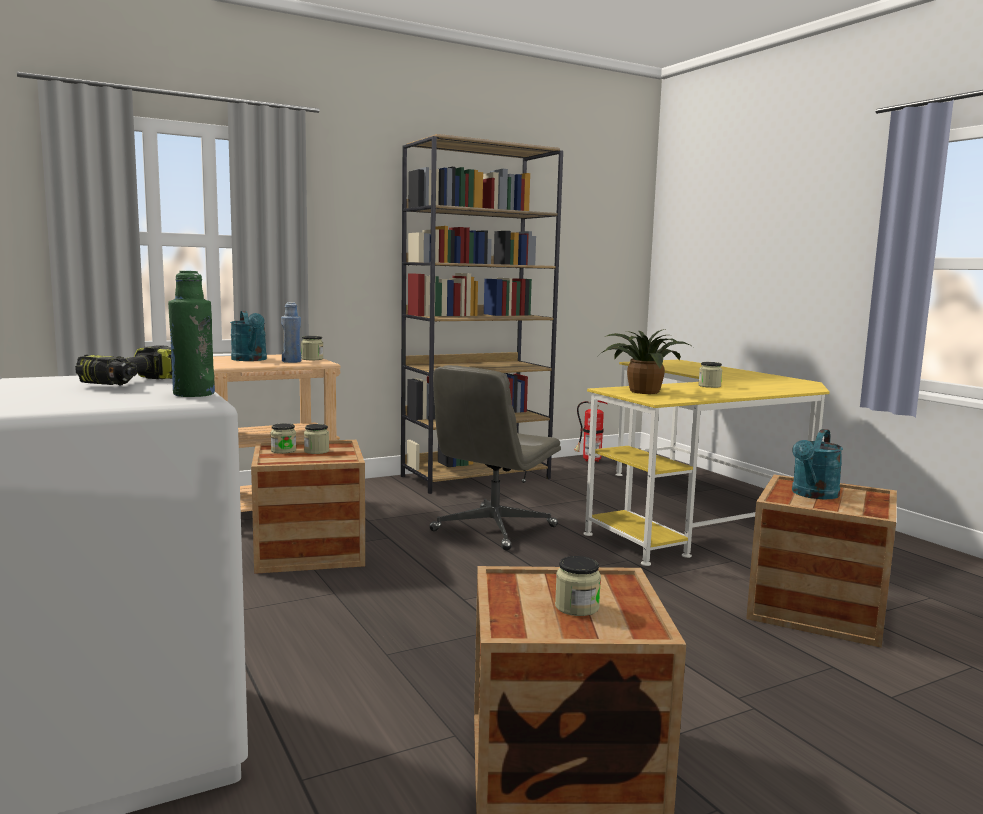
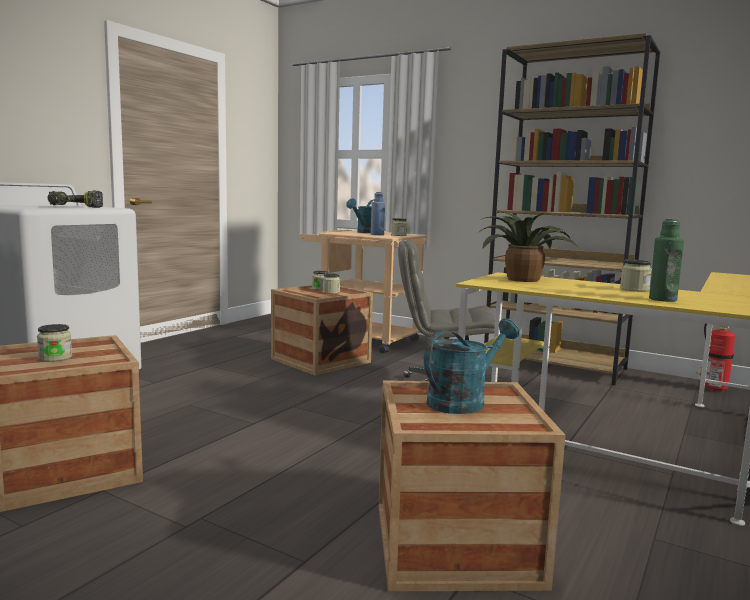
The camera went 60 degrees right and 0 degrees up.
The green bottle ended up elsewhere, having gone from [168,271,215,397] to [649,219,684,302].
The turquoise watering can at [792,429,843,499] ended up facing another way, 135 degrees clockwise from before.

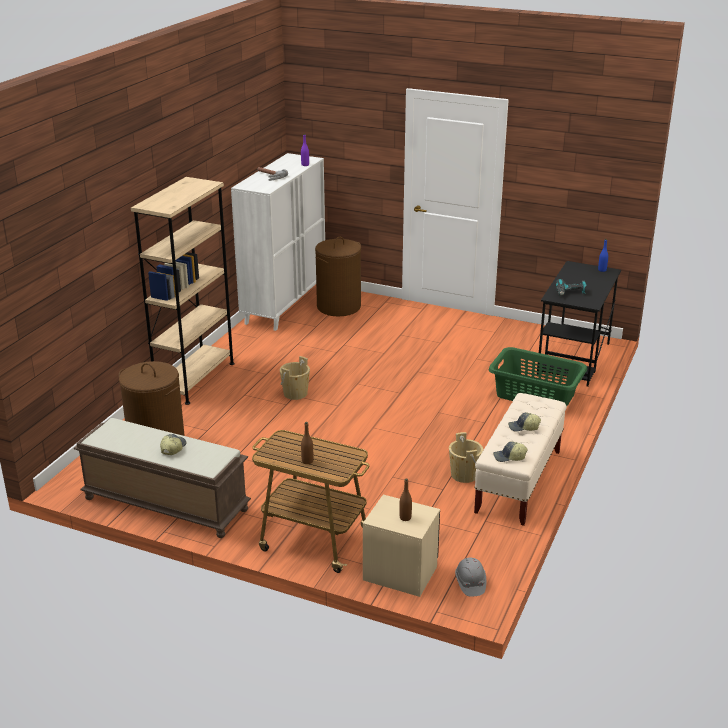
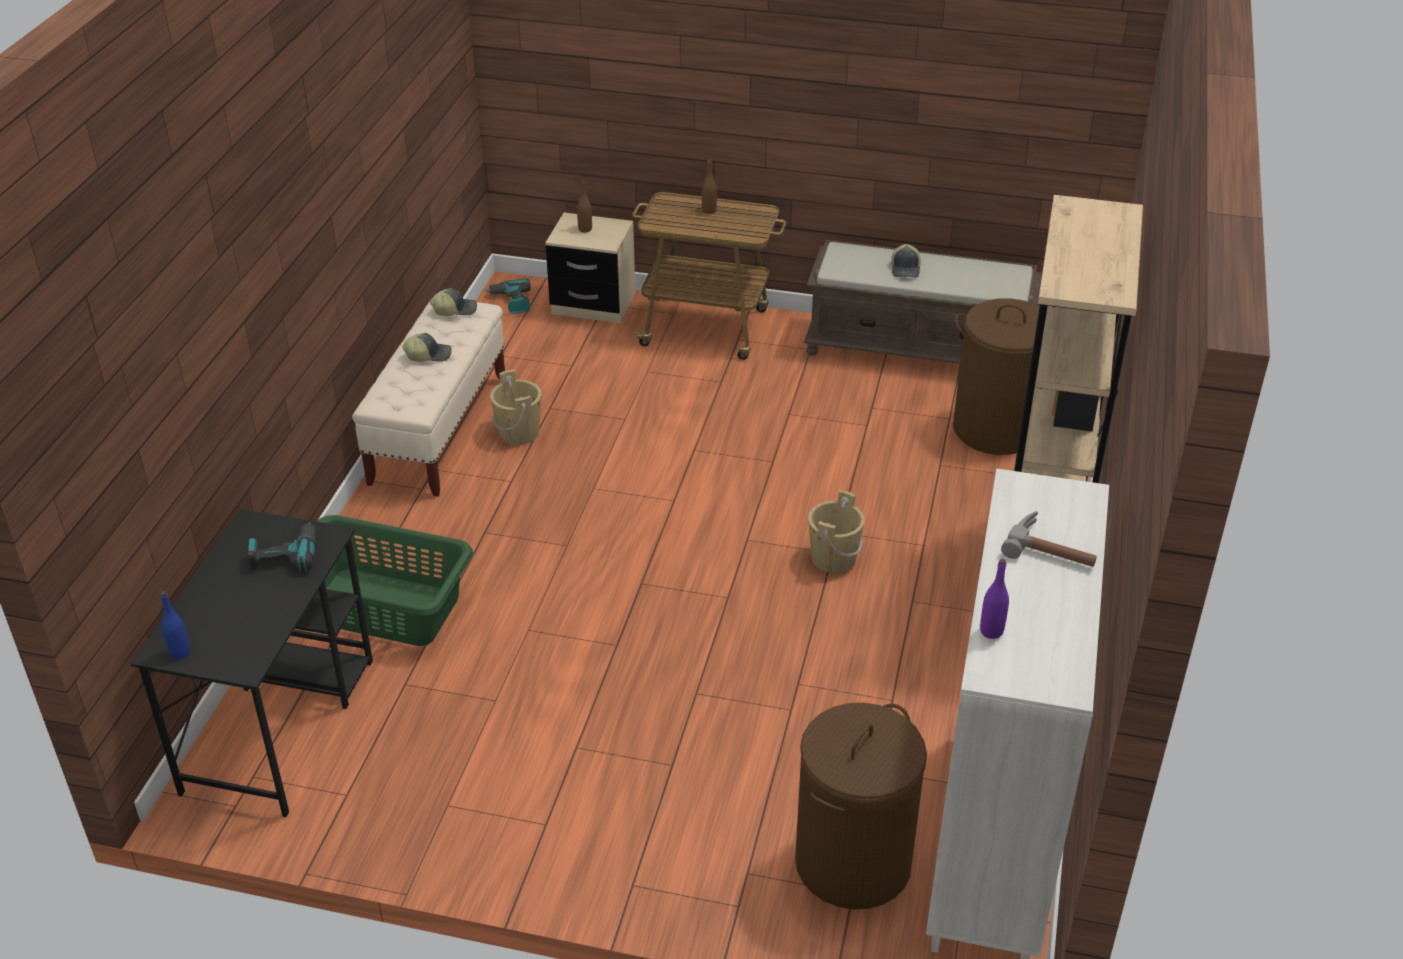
The camera went 170 degrees right and 10 degrees up.
Where the grey hard hat stood at [455,557,486,597], the power drill came to stand at [484,279,531,314].

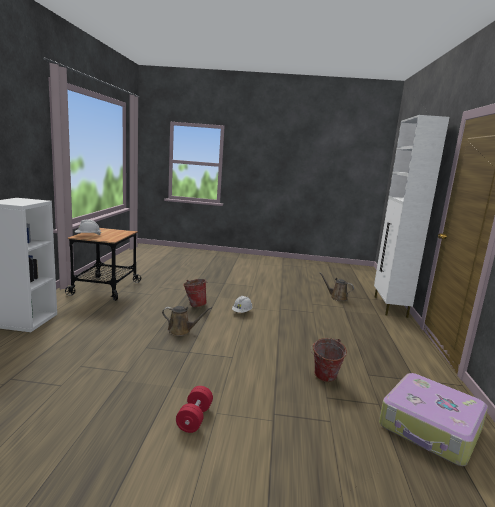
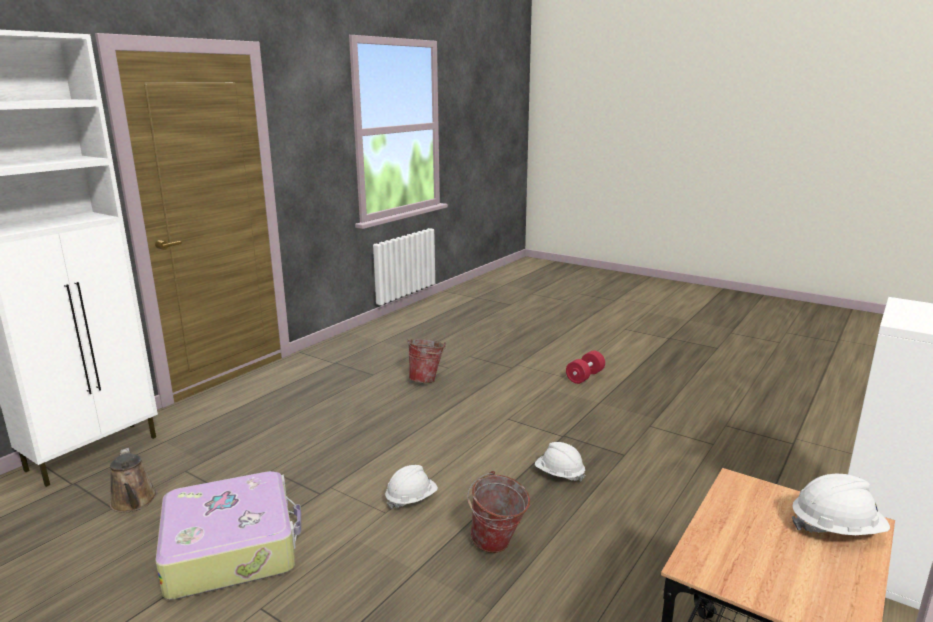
The camera went 150 degrees left and 5 degrees up.
Where the brown watering can stood at [162,306,212,336], the white hard hat came to stand at [535,442,585,482].
The suitcase ended up elsewhere, having gone from [379,373,488,466] to [155,471,301,600].

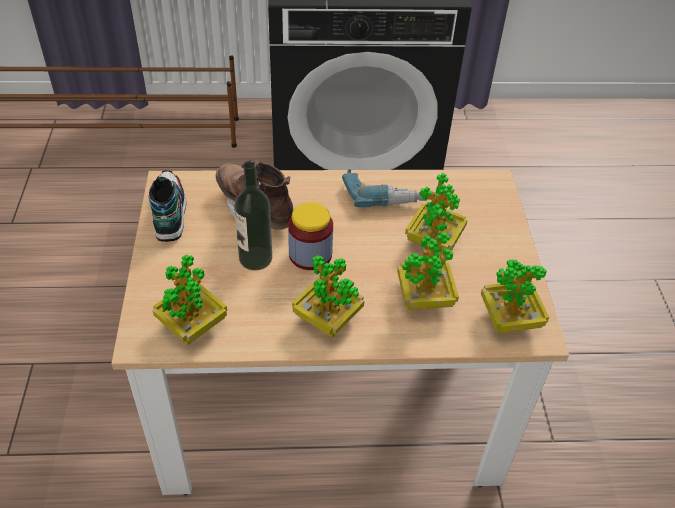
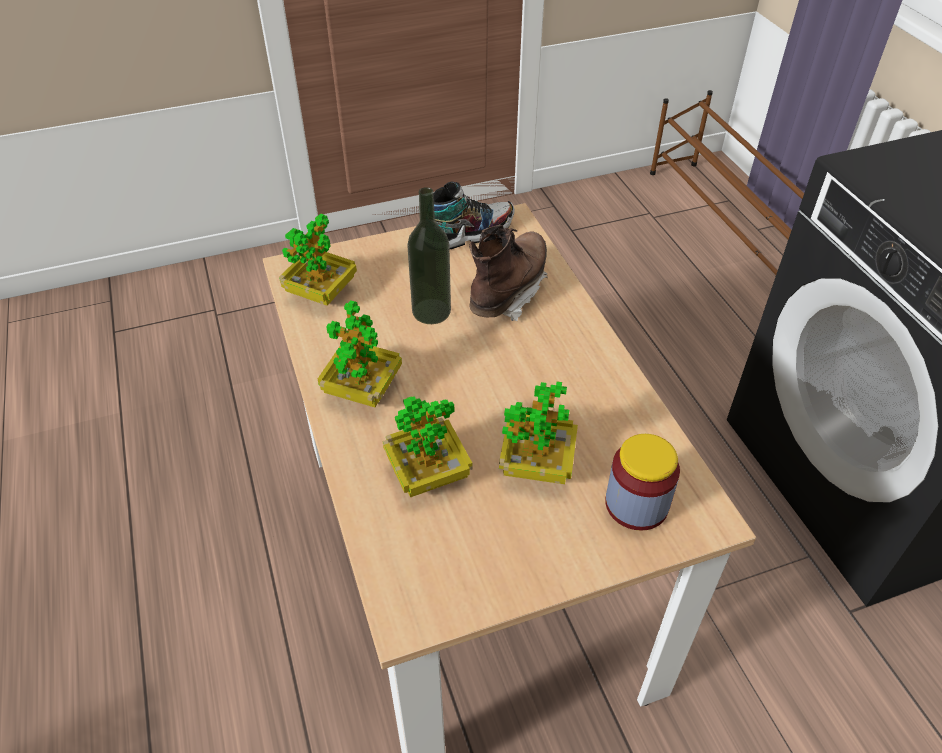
The camera went 75 degrees right and 0 degrees up.
The second view lost the power drill at [342,169,429,207].
The jar ended up elsewhere, having gone from [288,202,333,270] to [605,434,680,531].
The second view lost the potted plant at [481,259,549,334].

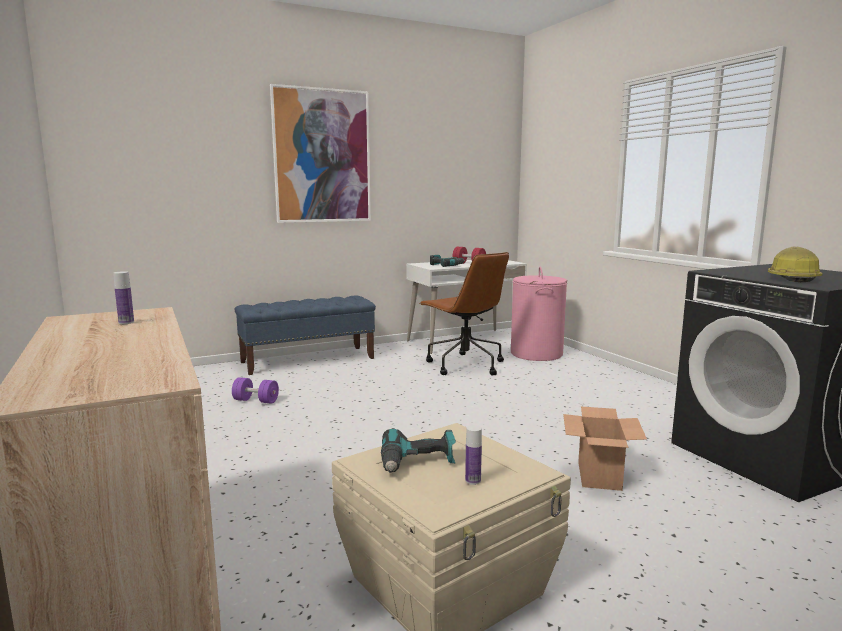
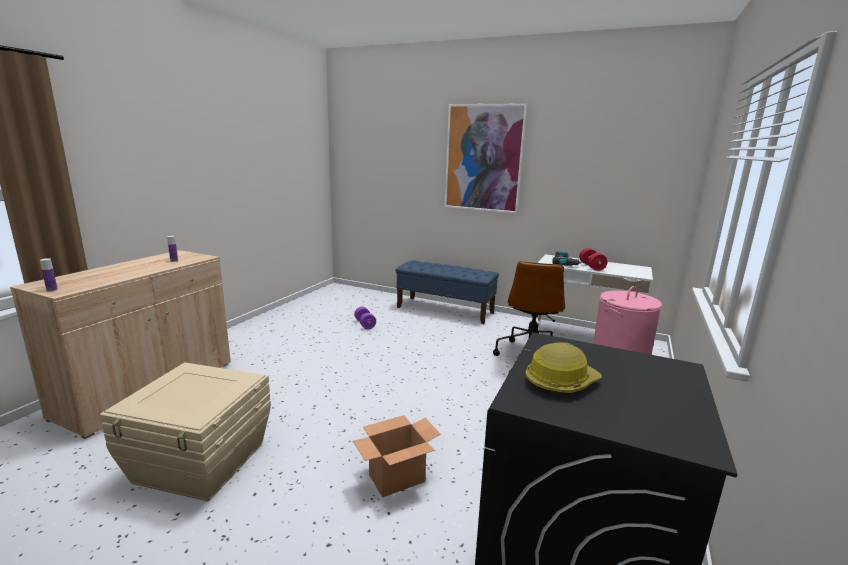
The camera went 50 degrees right and 5 degrees up.
The bottle ended up elsewhere, having gone from [465,425,482,485] to [40,258,58,292].
The second view lost the power drill at [381,428,456,472].

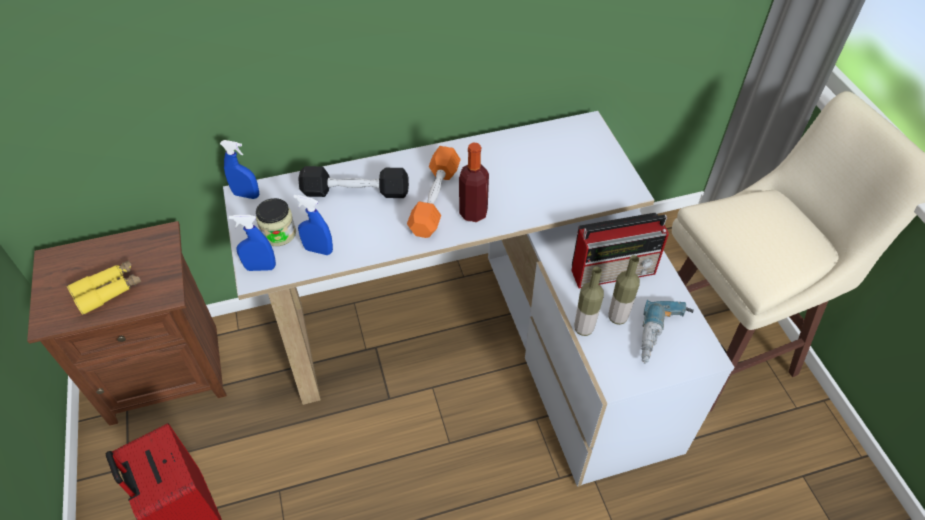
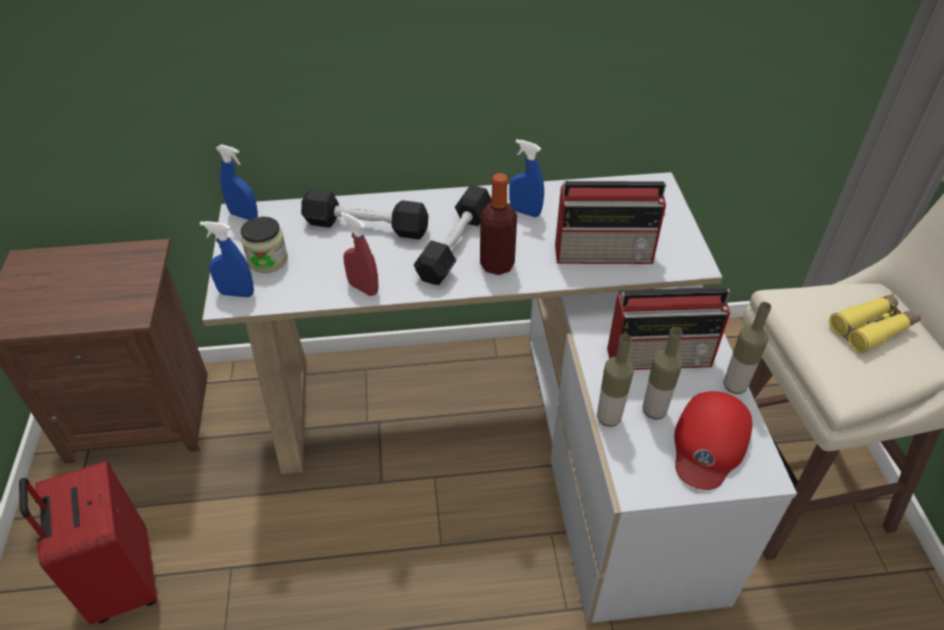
The camera went 10 degrees right and 5 degrees down.
What was the orange dumbbell at [407,146,461,238] turned into the black dumbbell at [414,185,491,285].
The blue spray bottle ended up elsewhere, having gone from [294,195,333,255] to [509,139,544,217].
The yellow binoculars ended up elsewhere, having gone from [67,260,141,315] to [829,294,921,353].
Where the power drill stood at [641,300,694,364], the red cap came to stand at [674,391,752,490].
The second view gained the radio at [555,181,666,264].
The second view gained the red spray bottle at [341,212,378,296].
The second view gained the bottle at [724,302,771,394].

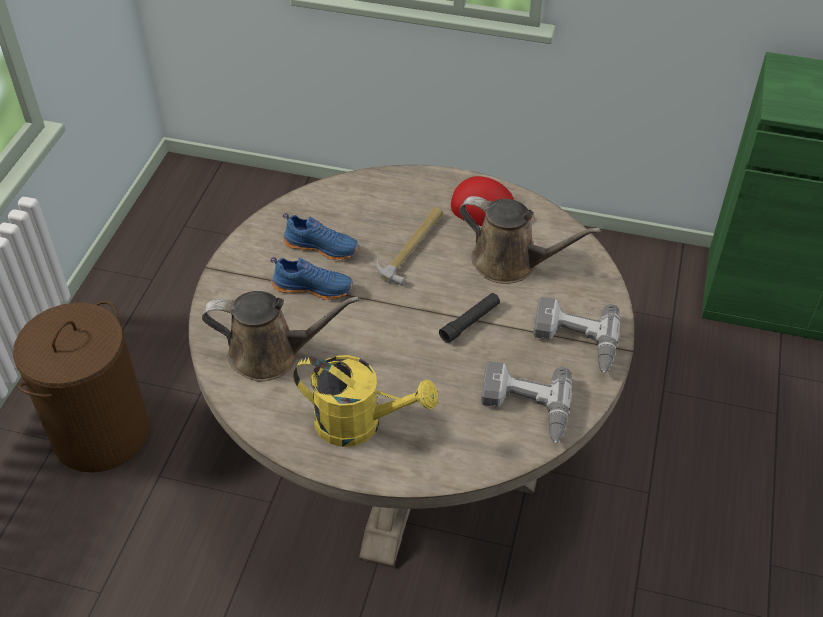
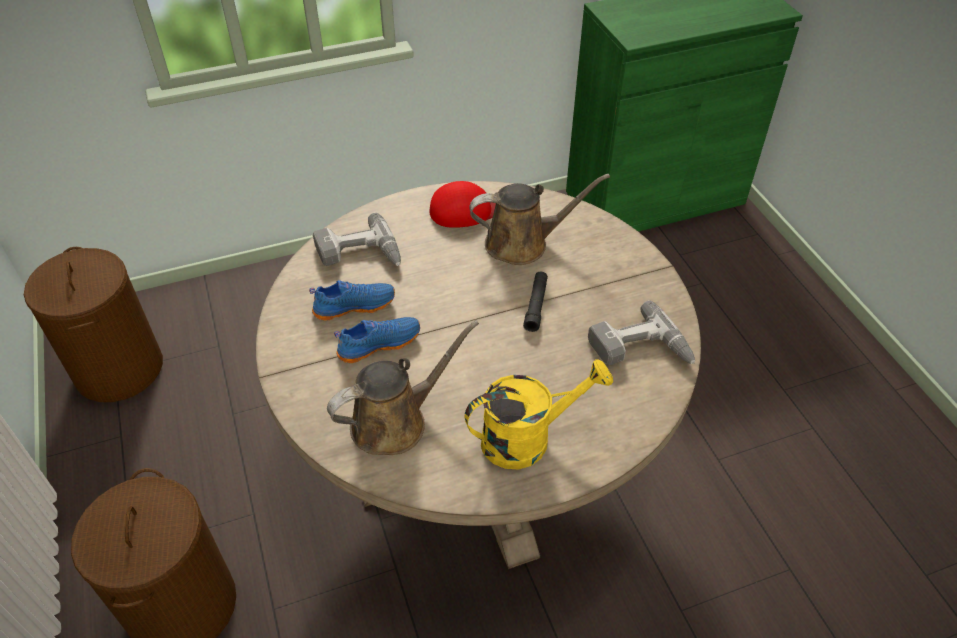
The camera went 35 degrees left and 0 degrees up.
The second view lost the hammer at [377,207,443,285].
The power drill ended up elsewhere, having gone from [533,297,620,373] to [313,213,401,266].
The second view gained the brown laundry basket at [24,247,163,402].

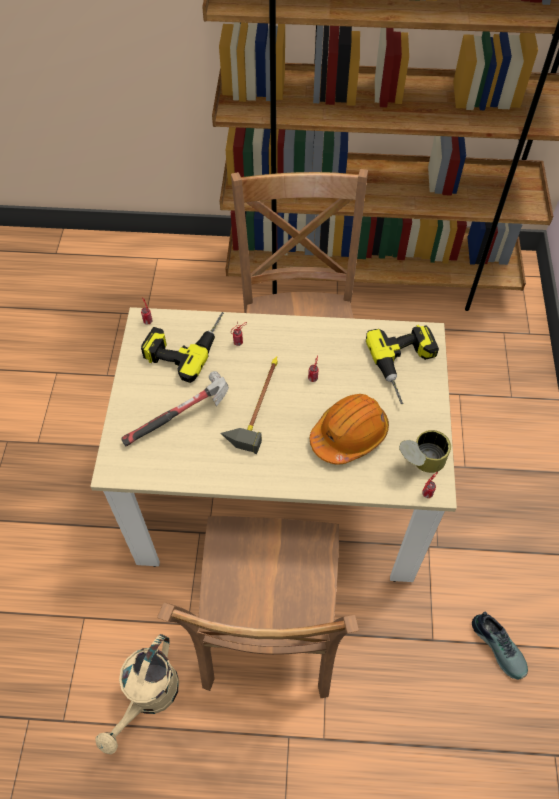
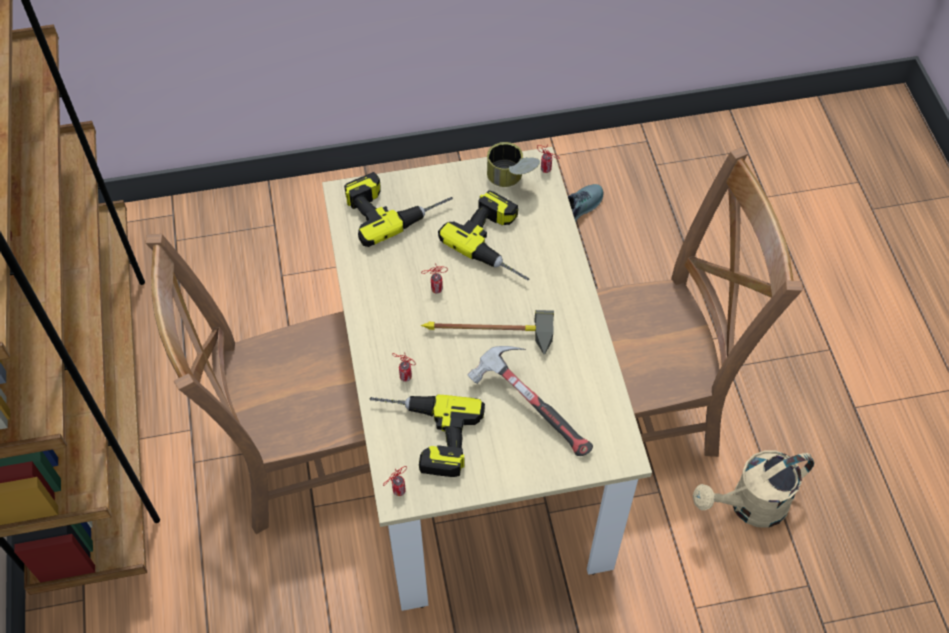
The camera went 105 degrees left and 0 degrees up.
Where the orange hard hat stood at [310,394,389,465], the power drill came to stand at [438,190,529,280].
The beige watering can at [95,634,179,754] ended up facing another way, 150 degrees clockwise from before.

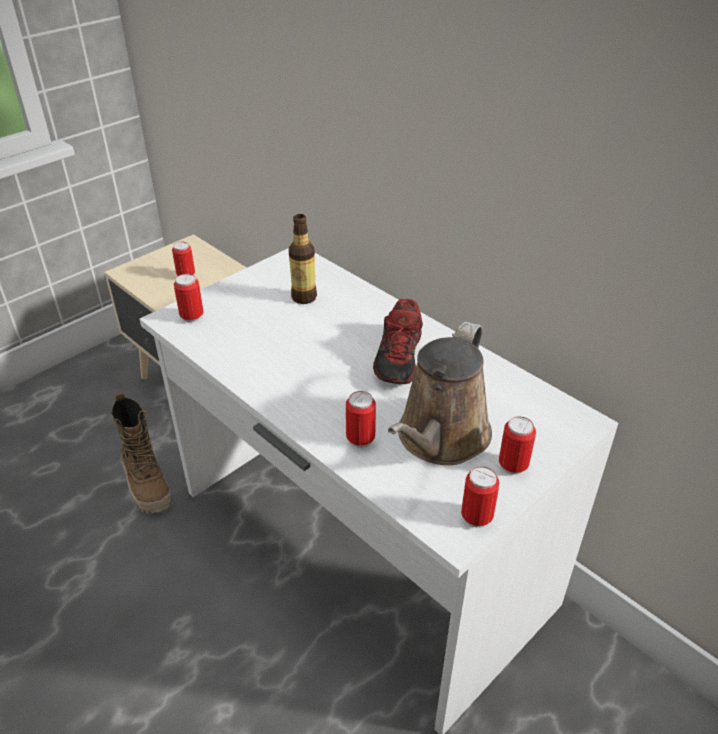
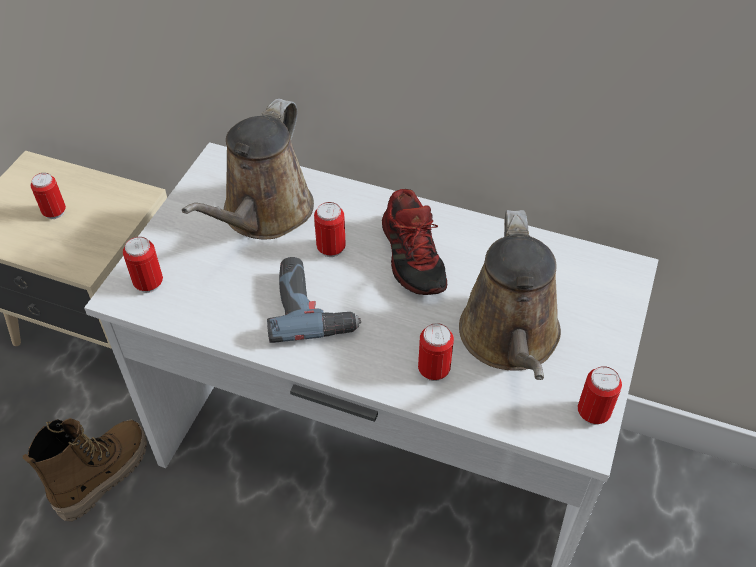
The camera went 25 degrees left and 10 degrees up.
Where the bottle stood at [289,214,317,304], the brown watering can came to stand at [182,99,314,239].
The boot at [112,392,172,514] ended up facing another way, 90 degrees counterclockwise from before.
The can ended up elsewhere, having gone from [499,417,536,475] to [314,202,346,257].
The second view gained the power drill at [267,257,361,343].

